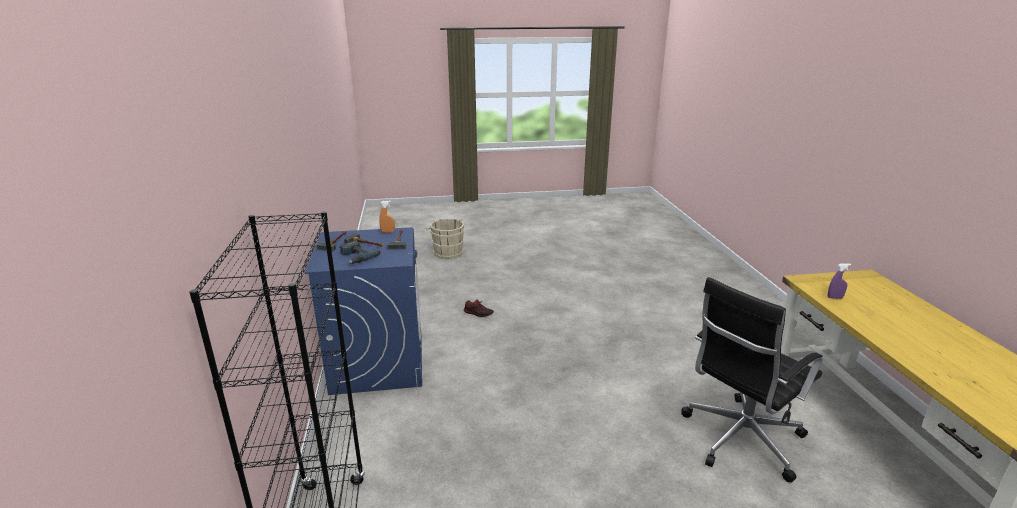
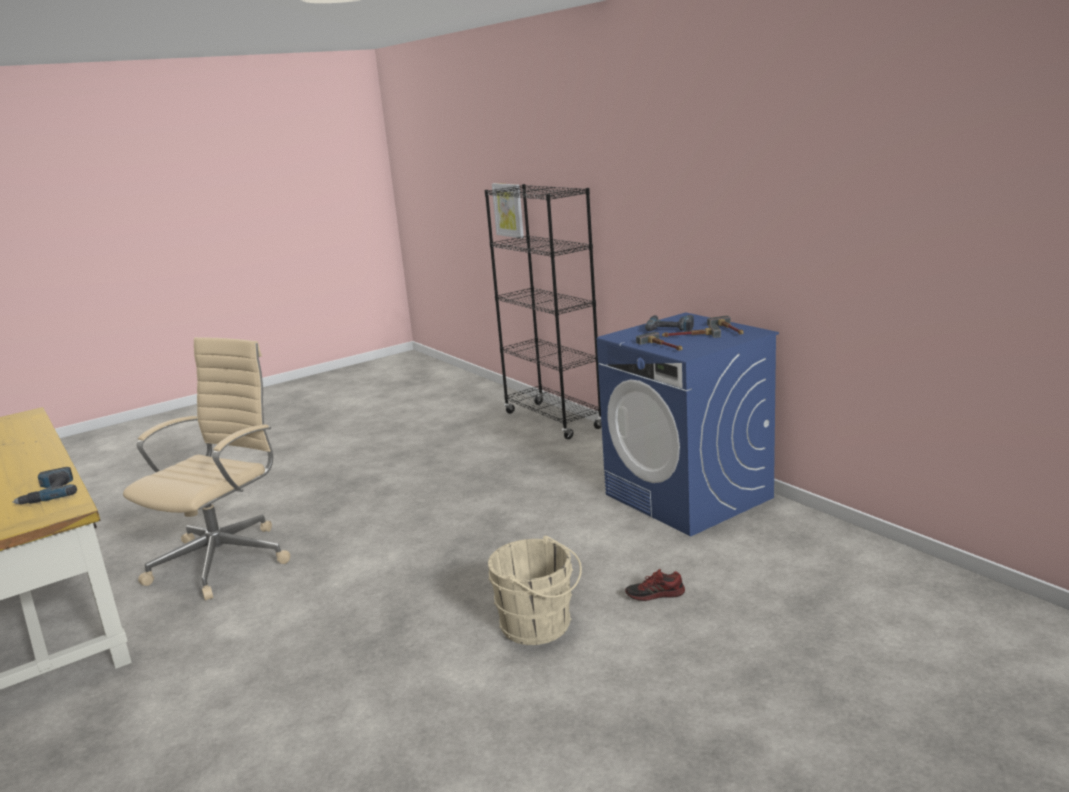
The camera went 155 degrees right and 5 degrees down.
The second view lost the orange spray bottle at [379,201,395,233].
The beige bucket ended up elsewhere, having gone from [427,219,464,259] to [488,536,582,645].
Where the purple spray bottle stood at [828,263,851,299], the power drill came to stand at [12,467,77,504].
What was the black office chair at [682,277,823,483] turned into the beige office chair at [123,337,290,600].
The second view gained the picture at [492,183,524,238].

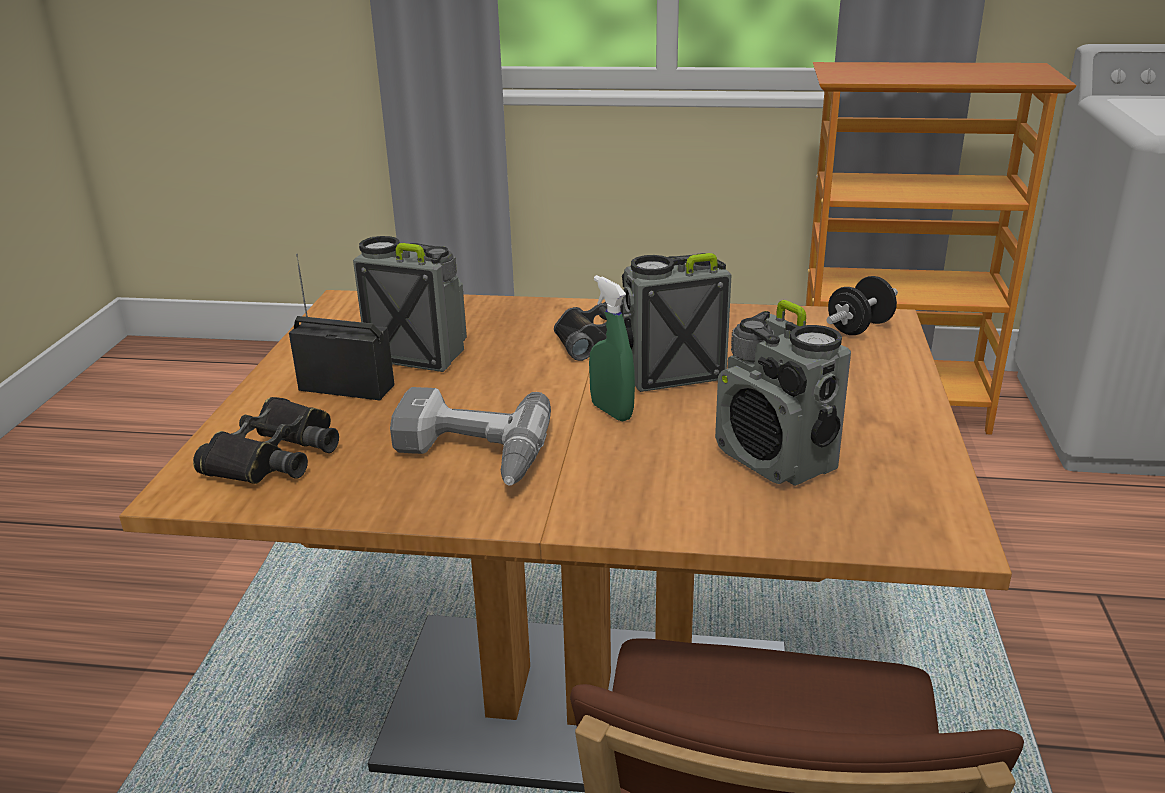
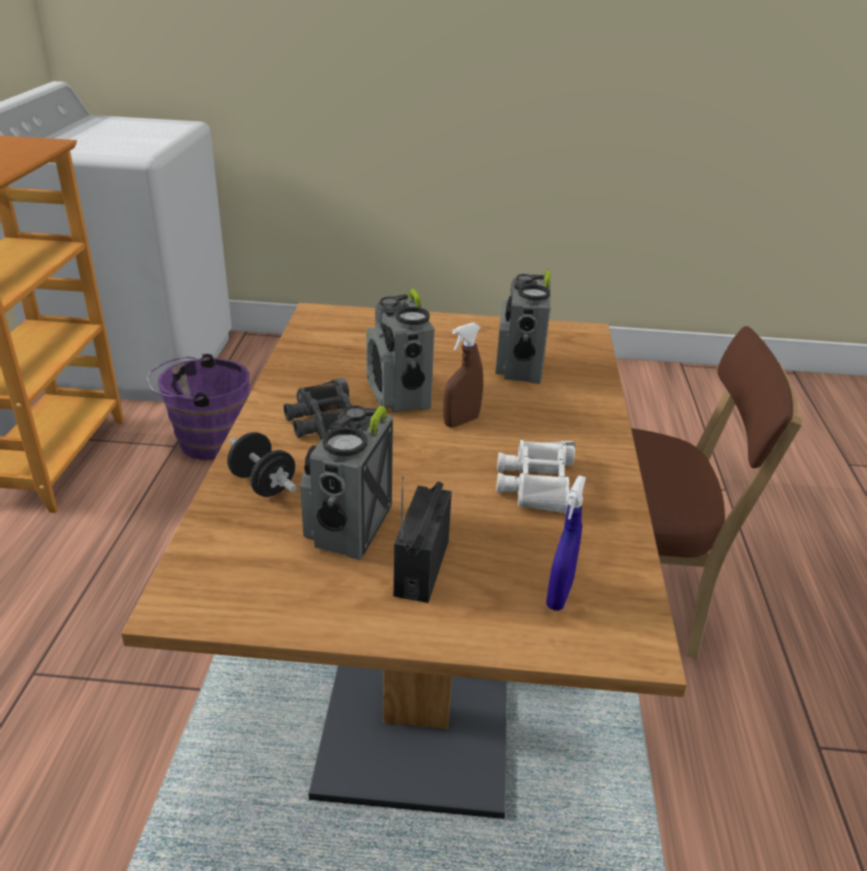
The camera went 95 degrees left and 5 degrees up.
What was the green spray bottle at [589,275,635,421] turned into the brown spray bottle at [443,323,483,427].
The black dumbbell ended up elsewhere, having gone from [827,276,898,335] to [227,432,297,497].
The radio at [715,300,851,486] ended up facing another way, 135 degrees clockwise from before.
Where the power drill stood at [390,387,551,486], the white binoculars came to stand at [496,440,575,514].
Where the black binoculars stood at [193,397,339,484], the blue spray bottle came to stand at [546,476,586,611].
The second view gained the purple bucket at [147,354,250,460].

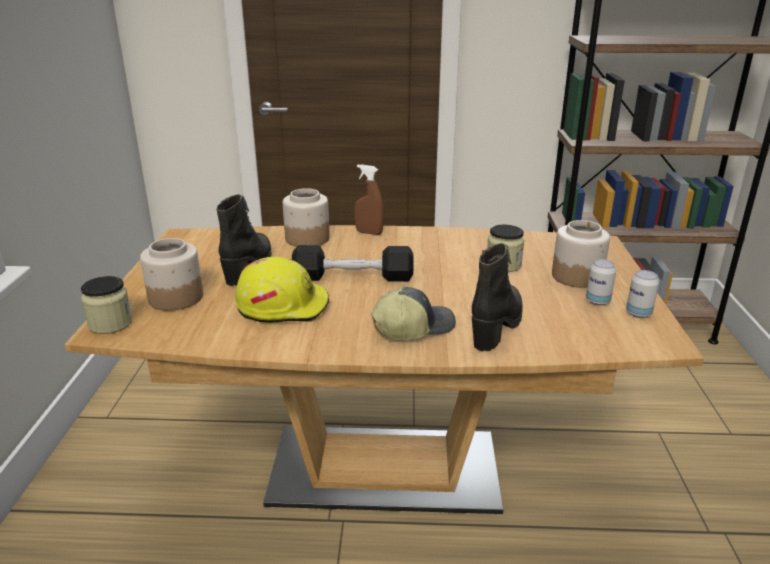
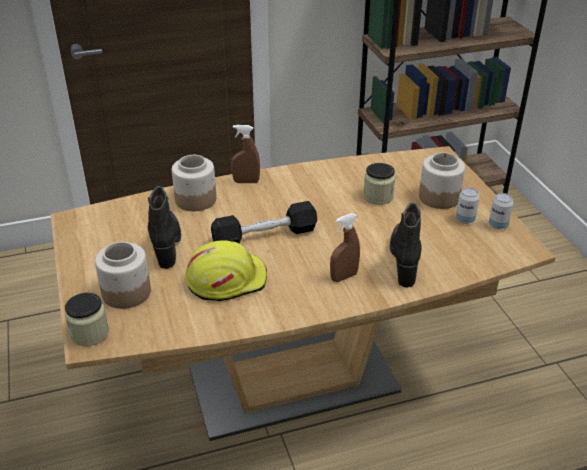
The camera went 20 degrees left and 10 degrees up.
Where the cap stood at [371,287,456,340], the brown spray bottle came to stand at [330,213,360,282].

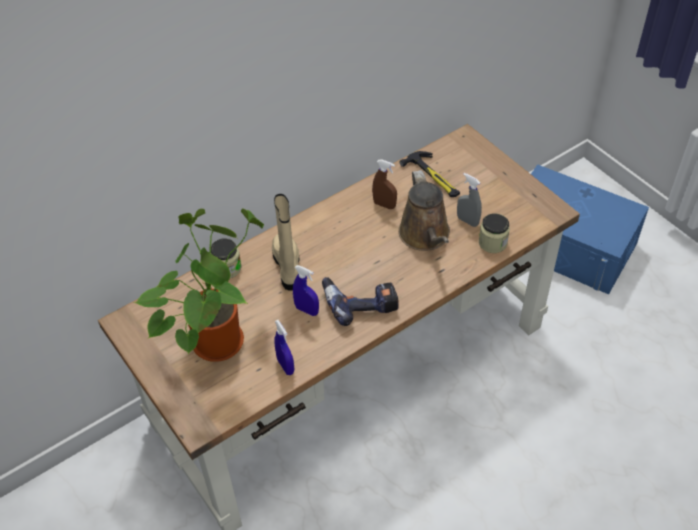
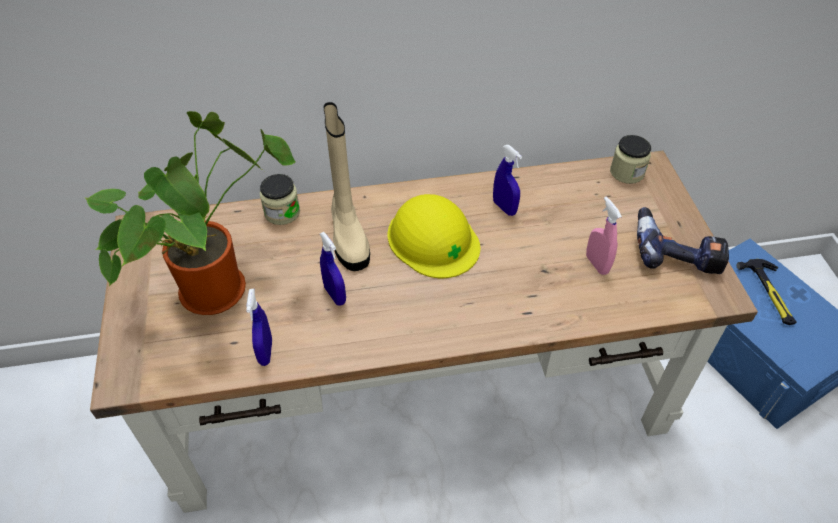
The camera went 25 degrees right and 0 degrees up.
The hammer ended up elsewhere, having gone from [399,151,460,197] to [737,259,797,325].
What was the brown spray bottle at [372,159,397,209] turned into the blue spray bottle at [493,145,522,216].
The second view lost the brown watering can at [398,170,450,251].
What was the grey spray bottle at [457,173,482,227] turned into the pink spray bottle at [586,197,622,275].
The beige boot at [272,194,300,291] ended up facing another way, 150 degrees clockwise from before.
The jar ended up elsewhere, having gone from [479,213,510,253] to [610,135,651,184].
The power drill ended up elsewhere, having gone from [322,277,399,326] to [637,207,729,274].
The second view gained the yellow hard hat at [387,194,480,278].

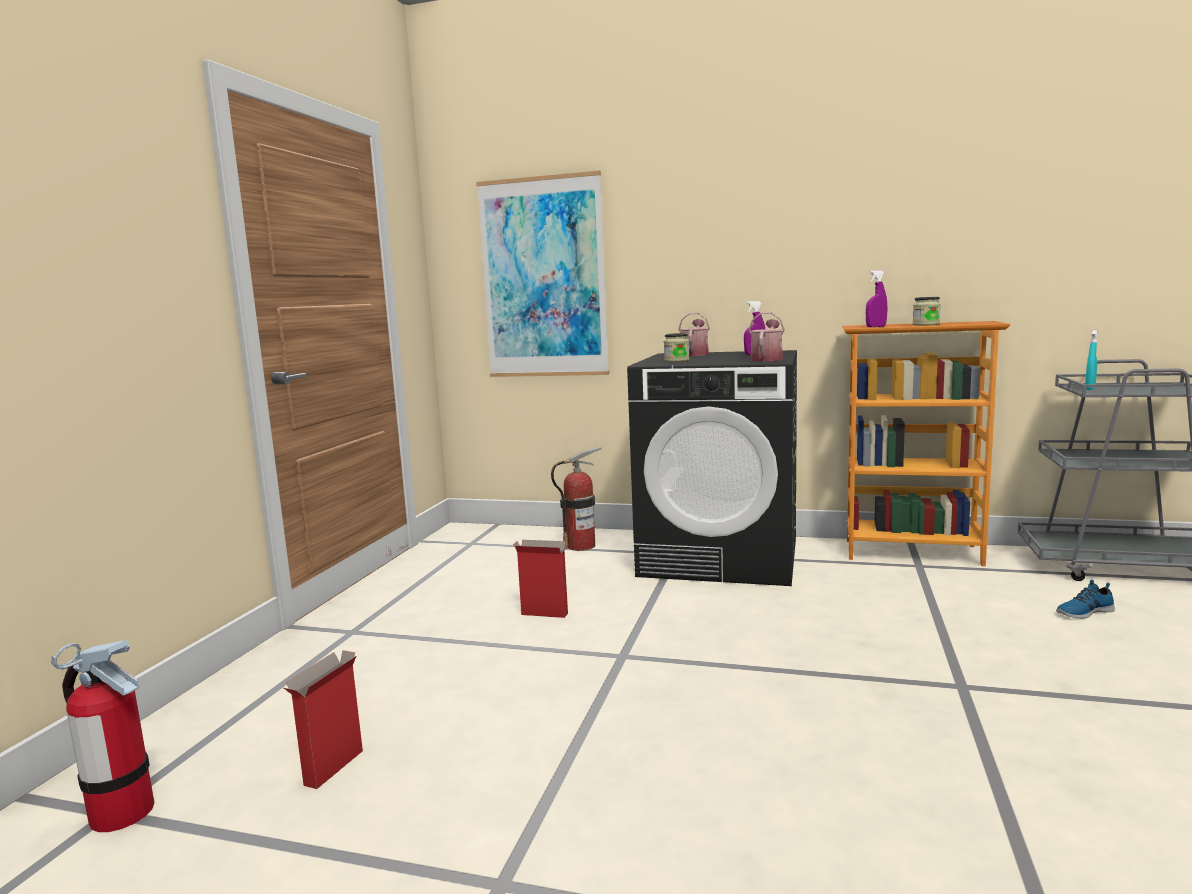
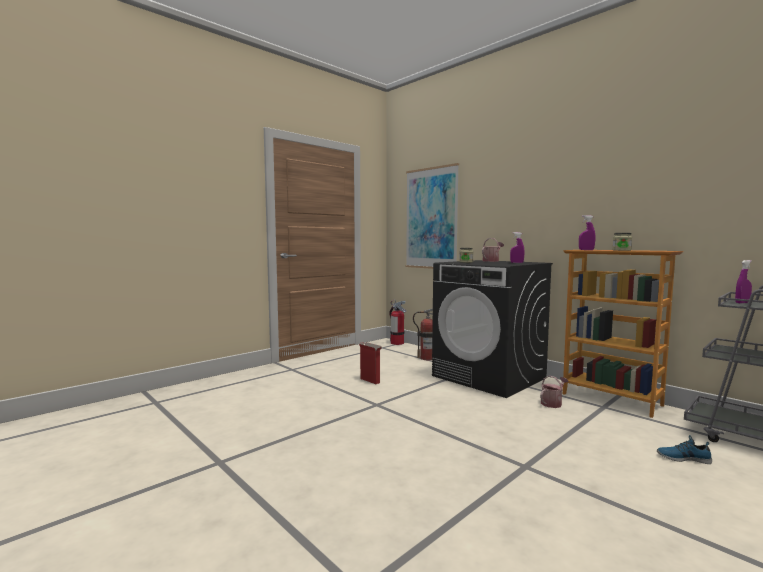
The camera went 30 degrees right and 5 degrees down.
The watering can ended up elsewhere, having gone from [748,312,785,361] to [540,375,569,408].
What was the turquoise spray bottle at [1085,330,1097,390] turned into the purple spray bottle at [735,260,752,303].
The fire extinguisher ended up elsewhere, having gone from [51,640,154,832] to [389,299,406,345].
The second view lost the cardboard box at [284,650,363,789].

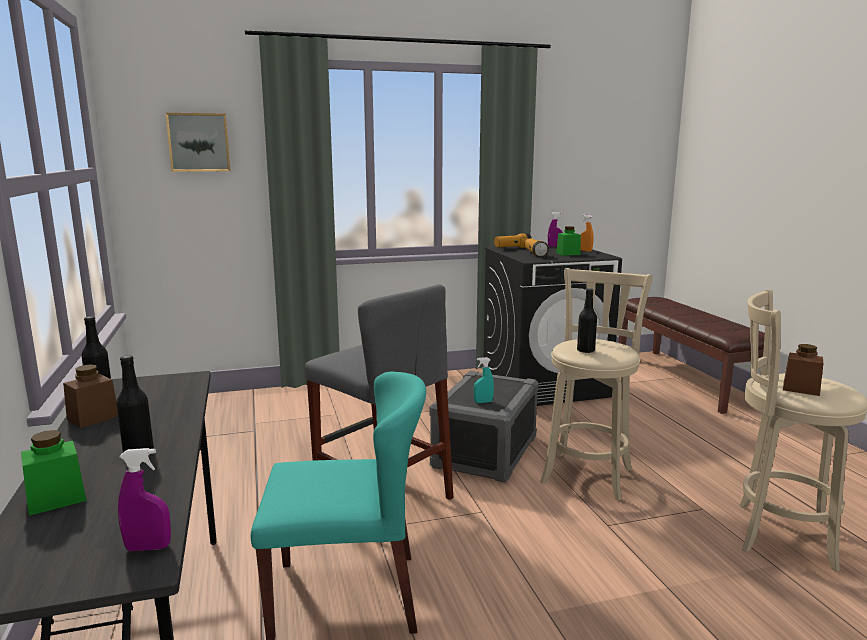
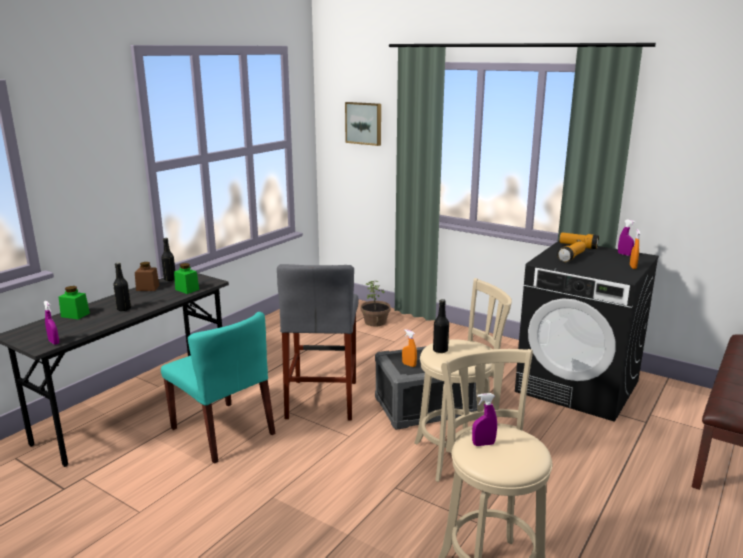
The camera went 50 degrees right and 5 degrees up.
The green jar ended up elsewhere, having gone from [556,226,581,256] to [174,263,199,294].
Where the brown jar stood at [783,344,823,396], the purple spray bottle came to stand at [472,393,497,446].
What was the turquoise spray bottle at [474,357,494,403] turned into the orange spray bottle at [402,329,417,367].
The second view gained the potted plant at [361,281,391,327].

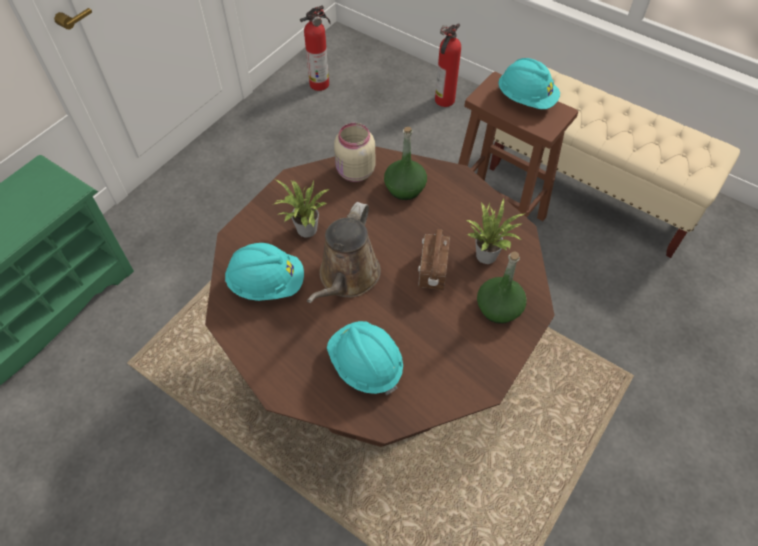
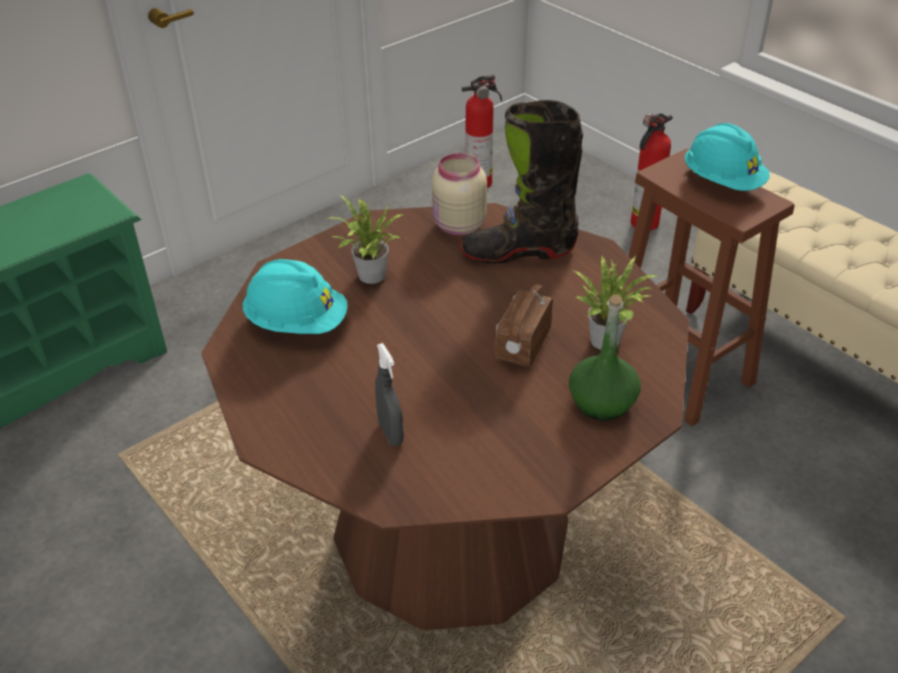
The camera went 15 degrees right and 15 degrees down.
Where the green bottle stood at [384,127,427,200], the black boot came to stand at [459,100,583,264].
The second view lost the brown watering can at [307,202,381,303].
Where the turquoise hard hat stood at [327,321,403,395], the grey spray bottle came to stand at [375,343,404,446].

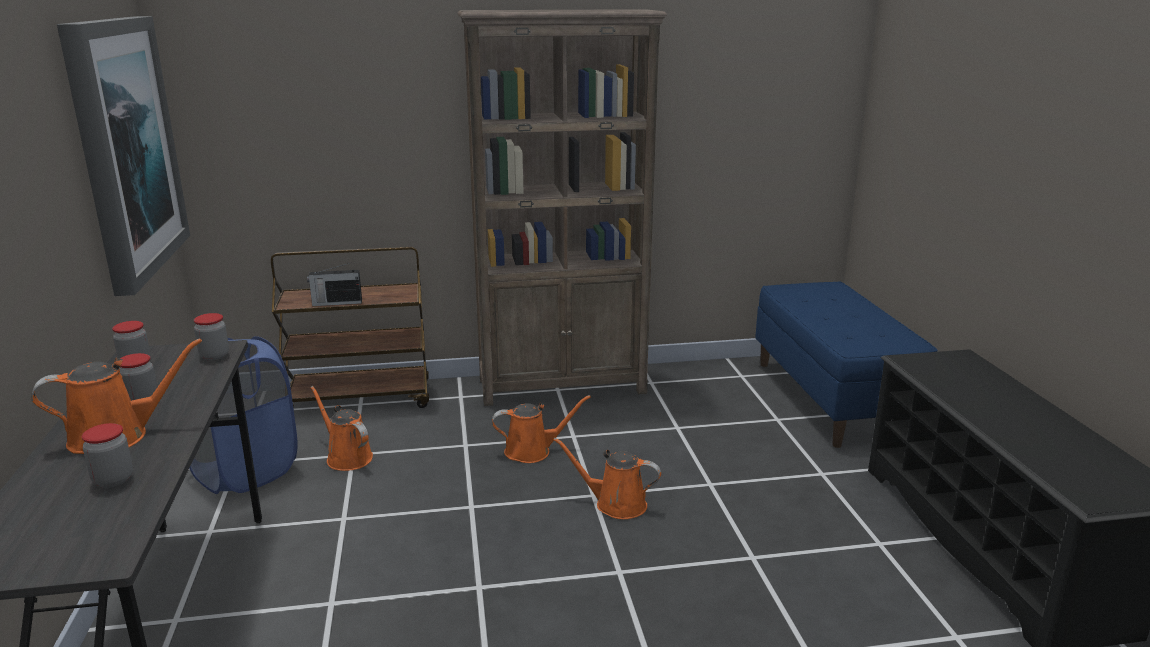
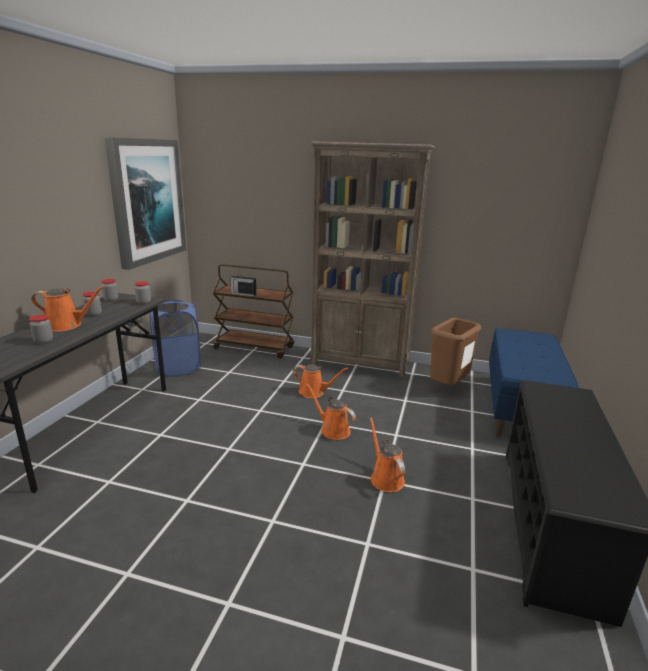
The camera went 25 degrees right and 0 degrees up.
The orange watering can ended up elsewhere, having gone from [310,386,373,471] to [370,418,405,492].
The second view gained the brown trash can at [430,318,482,385].

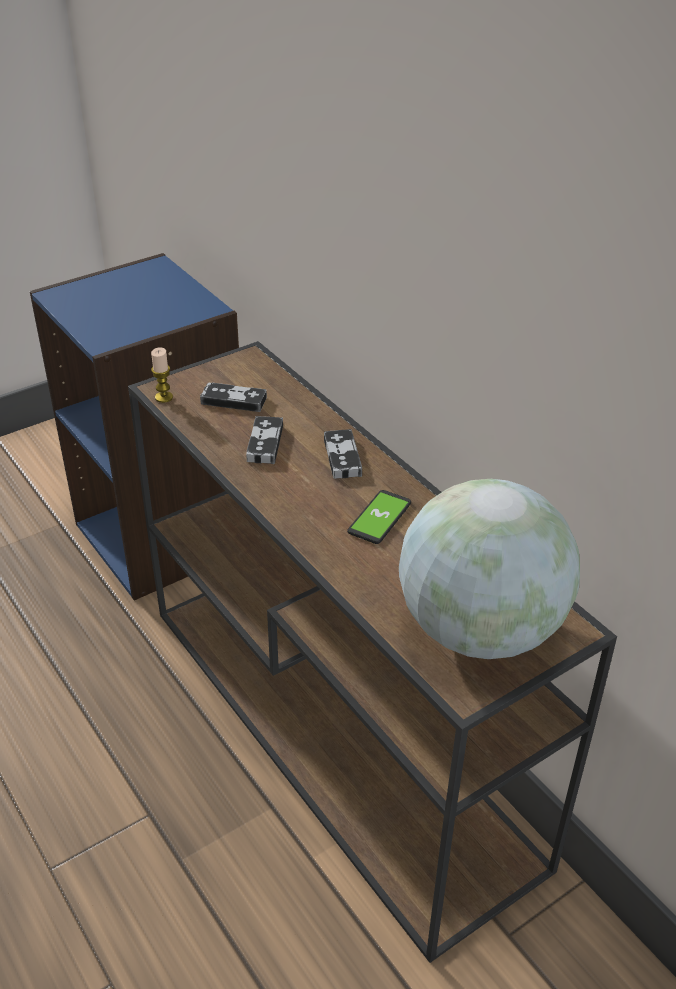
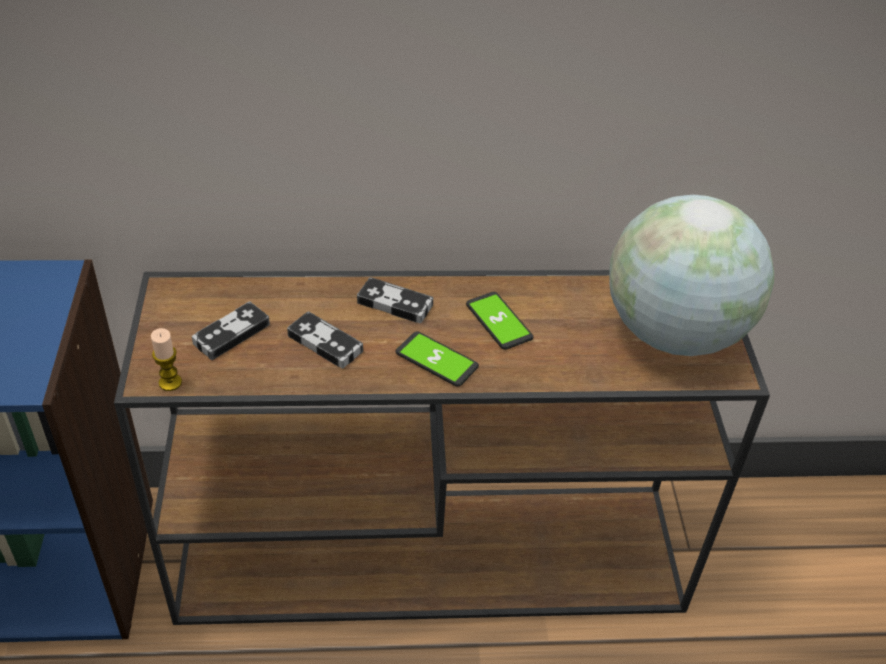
The camera went 60 degrees left and 5 degrees up.
The second view gained the phone at [396,331,479,387].

